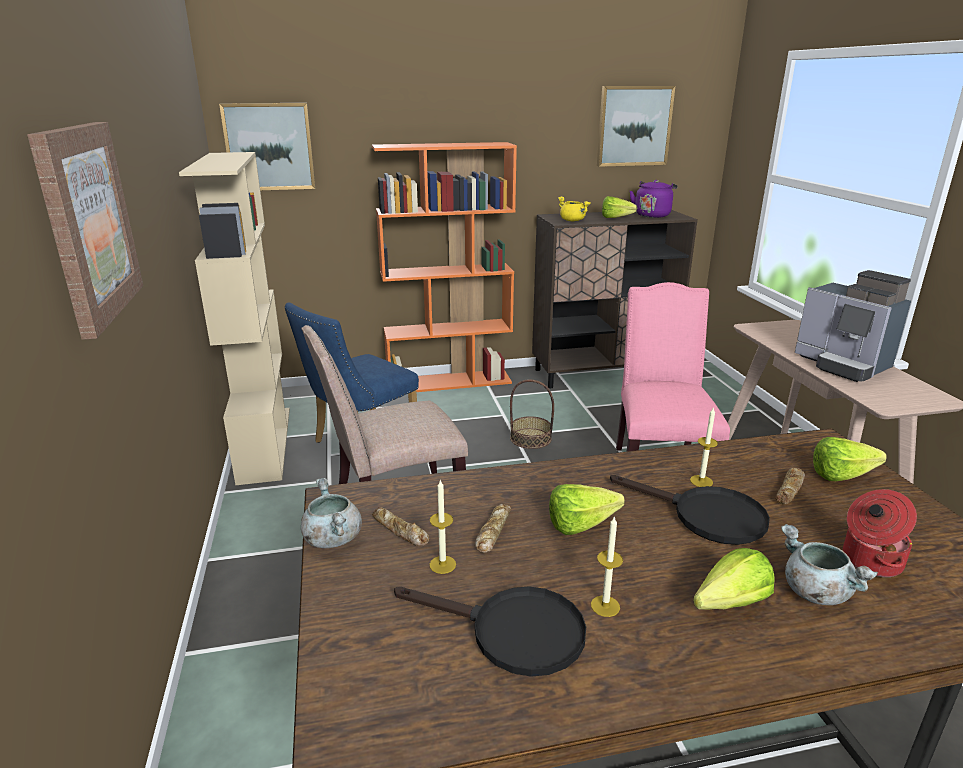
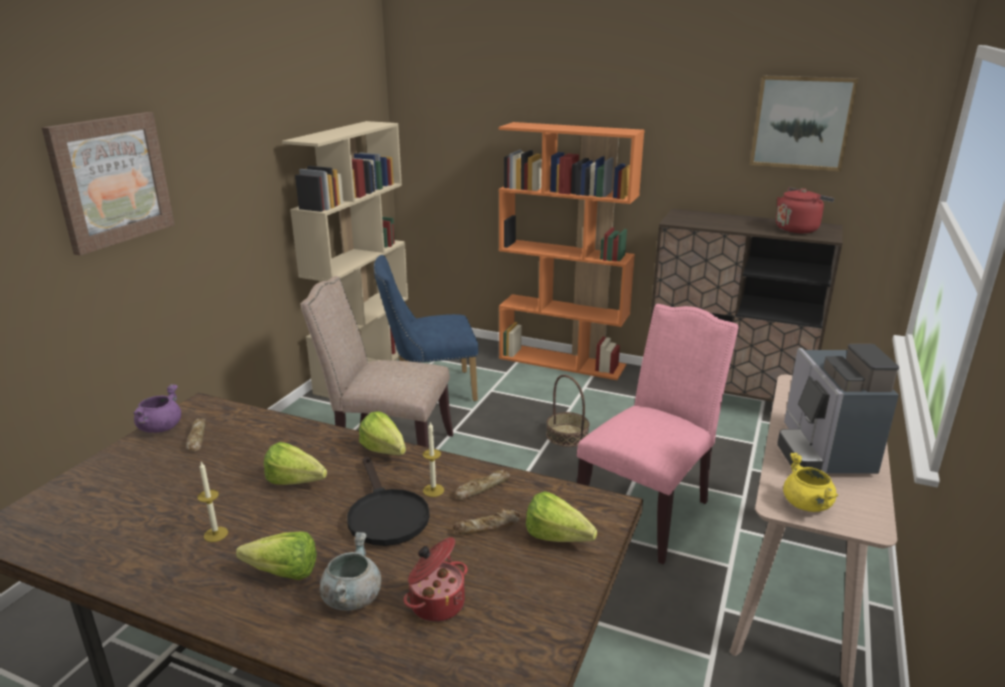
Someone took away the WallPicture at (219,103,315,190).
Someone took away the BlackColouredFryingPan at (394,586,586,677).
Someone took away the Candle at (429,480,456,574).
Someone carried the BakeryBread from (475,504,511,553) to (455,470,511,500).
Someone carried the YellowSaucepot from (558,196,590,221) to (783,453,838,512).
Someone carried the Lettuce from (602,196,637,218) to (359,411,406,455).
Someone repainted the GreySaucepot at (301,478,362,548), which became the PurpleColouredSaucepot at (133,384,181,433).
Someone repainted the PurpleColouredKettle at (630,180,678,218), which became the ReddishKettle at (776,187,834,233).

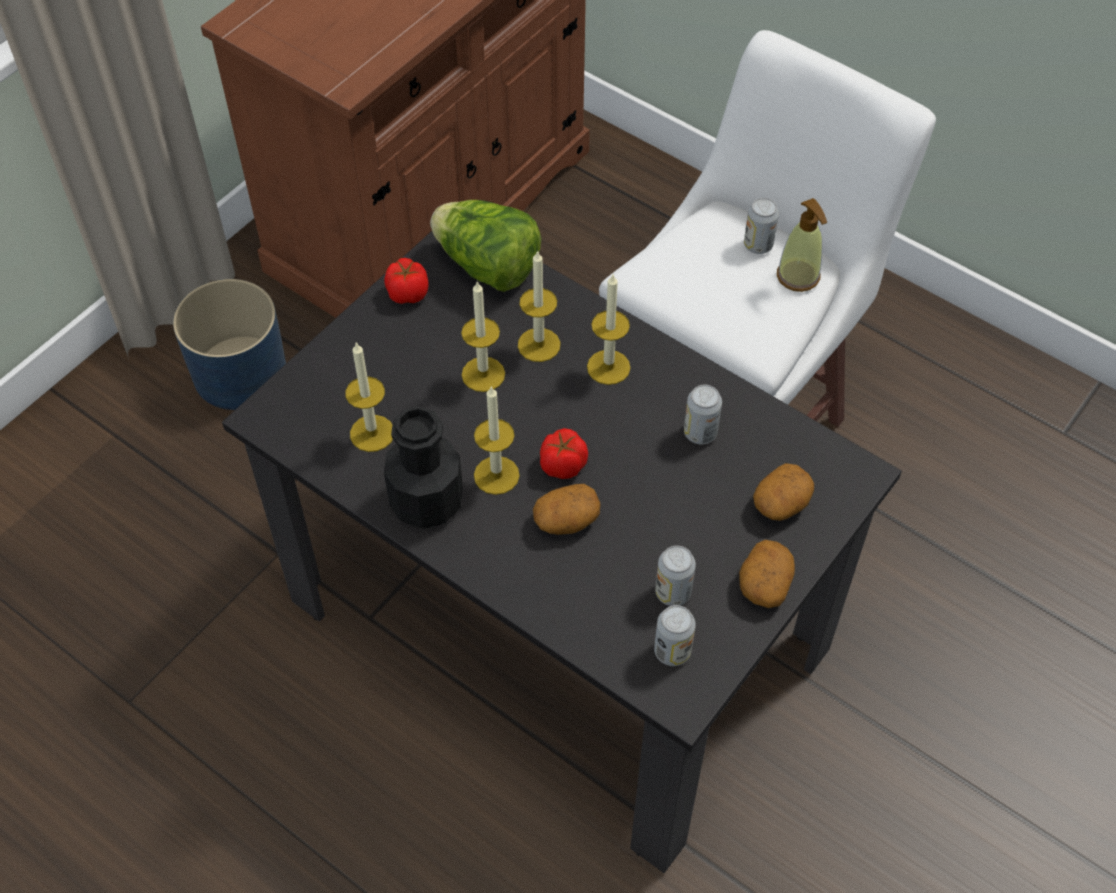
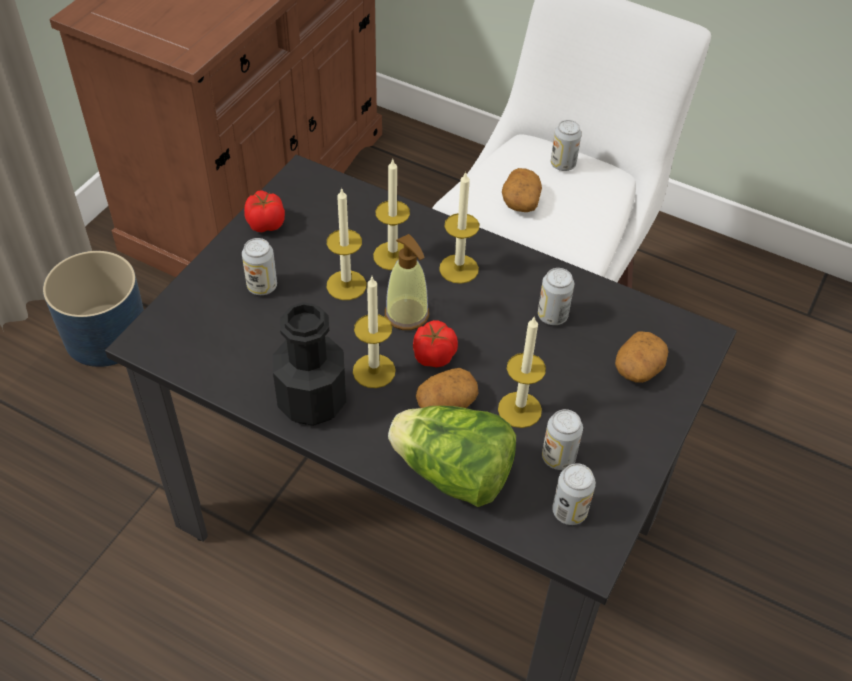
Someone put down the SealedCan at (242,238,277,295).
Someone carried the Candle from (345,342,393,452) to (498,317,546,428).
Someone carried the Lettuce from (430,200,541,292) to (388,406,516,507).
Someone carried the Potato from (739,540,795,608) to (502,168,542,212).
Someone carried the SoapDispenser from (777,198,827,292) to (385,234,429,330).

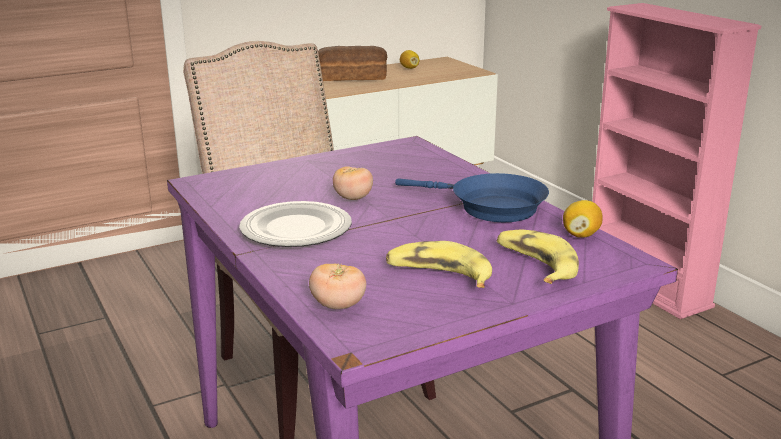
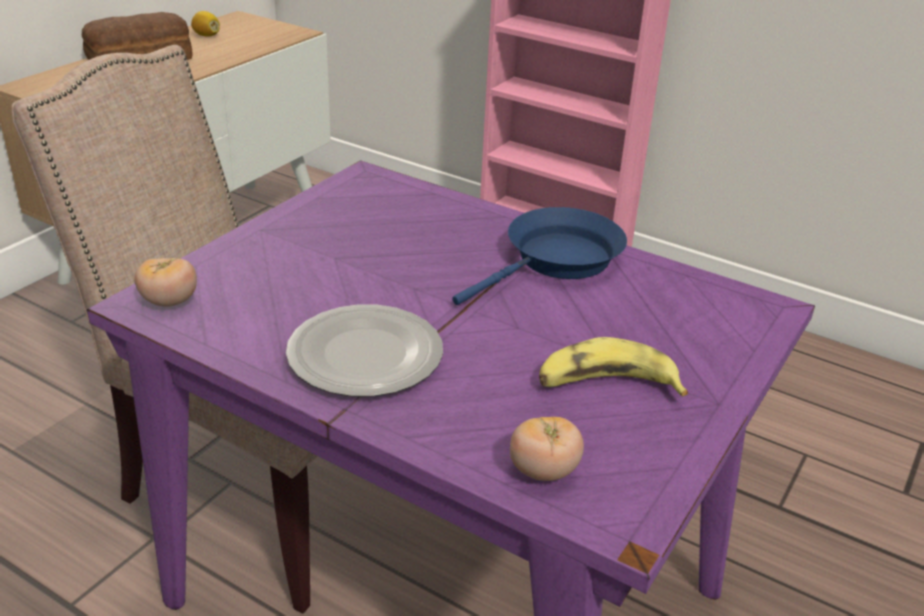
Someone took away the BananaFruit at (497,230,579,284).
Someone took away the Lemon at (563,200,603,238).
Someone carried the Tomato from (333,166,373,200) to (134,258,197,307).
Someone rotated the BlueColouredFryingPan at (395,173,549,222) by 45 degrees counterclockwise.

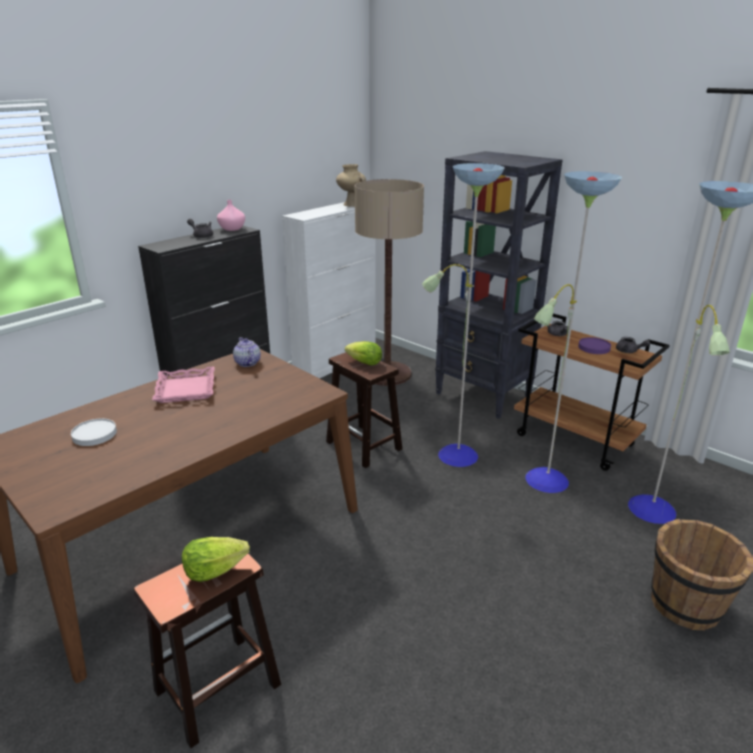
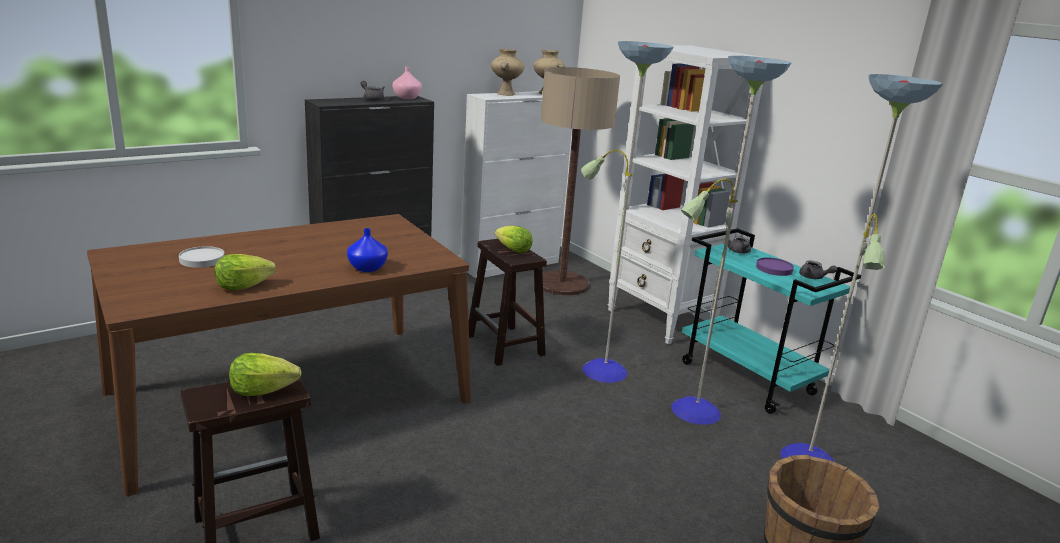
Someone took away the PinkServingTray at (152,367,215,403).
Someone took away the PotForTea at (233,337,261,367).
Someone put down the Lettuce at (215,254,276,290).
Someone put down the BlueColouredDecorativeVase at (347,228,388,272).
Someone put down the SandColouredDecorativeVase at (491,49,524,96).
Someone repainted the BlackColouredBookcase at (435,151,563,419), which became the WhiteBookcase at (608,45,767,344).
Someone repainted the BrownTrolley at (514,313,670,471), which became the TurquoiseColouredTrolley at (682,228,861,414).

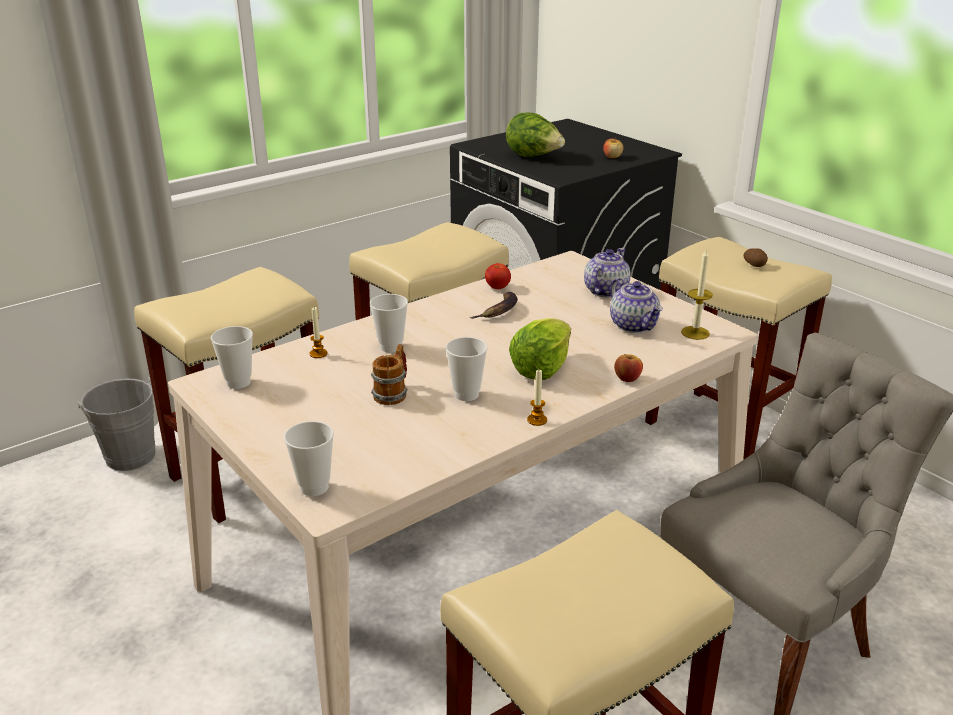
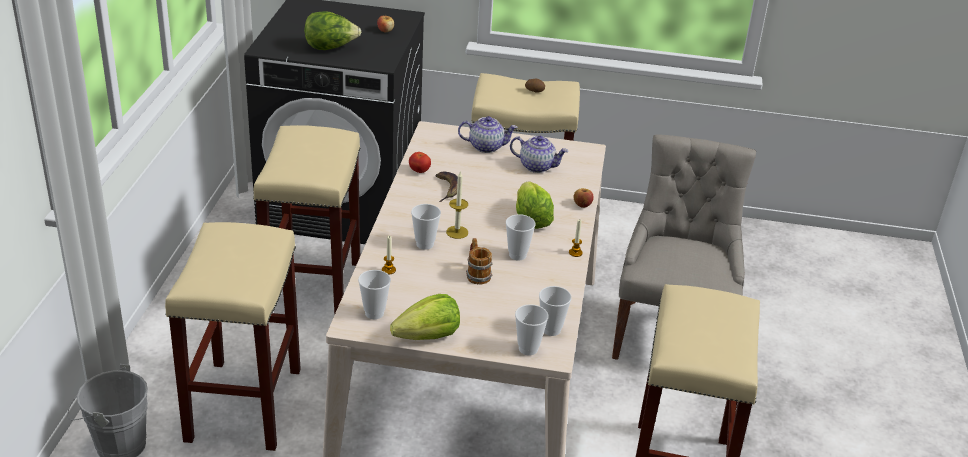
Someone put down the Lettuce at (390,294,460,340).
Someone put down the SmallCup at (539,286,572,336).
Someone carried the Candle from (681,248,713,340) to (446,171,468,239).
Someone rotated the PotForTea at (584,248,631,298) by 105 degrees clockwise.

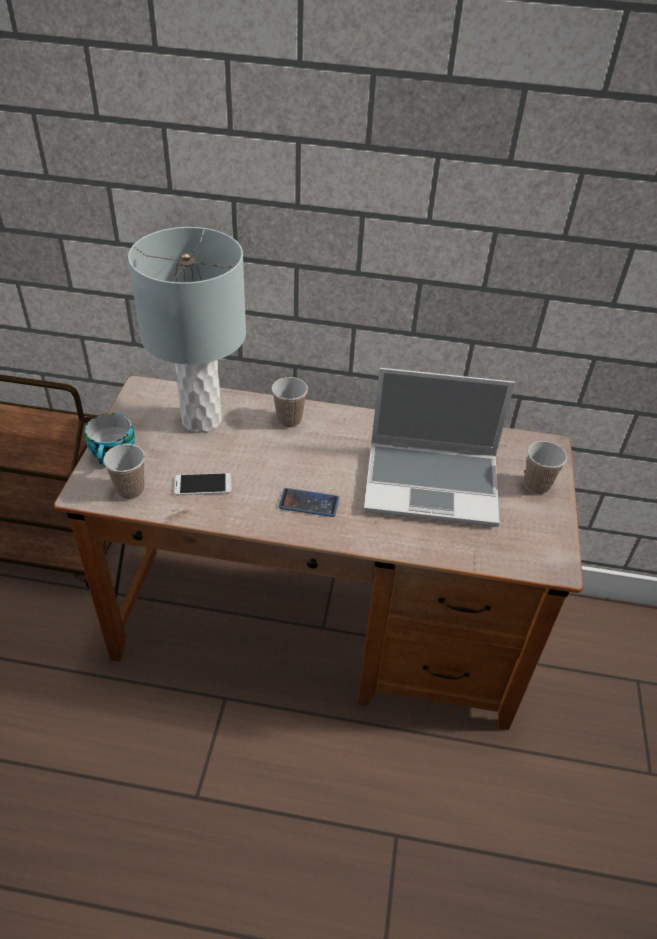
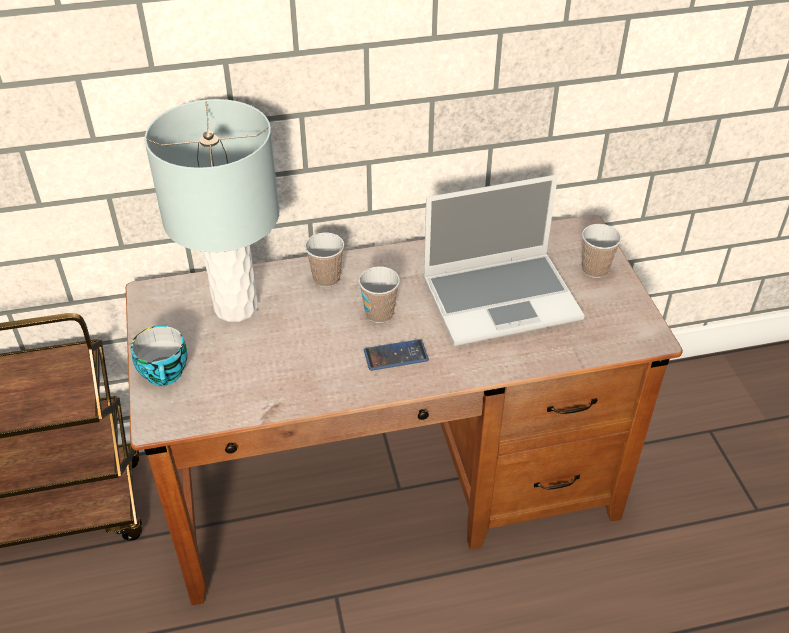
Someone took away the Handset at (174,473,231,496).
Someone carried the SmallCup from (103,444,145,499) to (359,266,400,323).

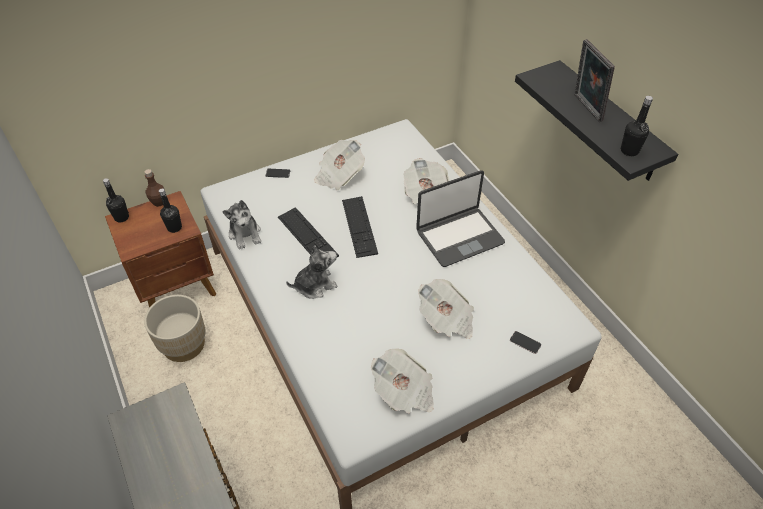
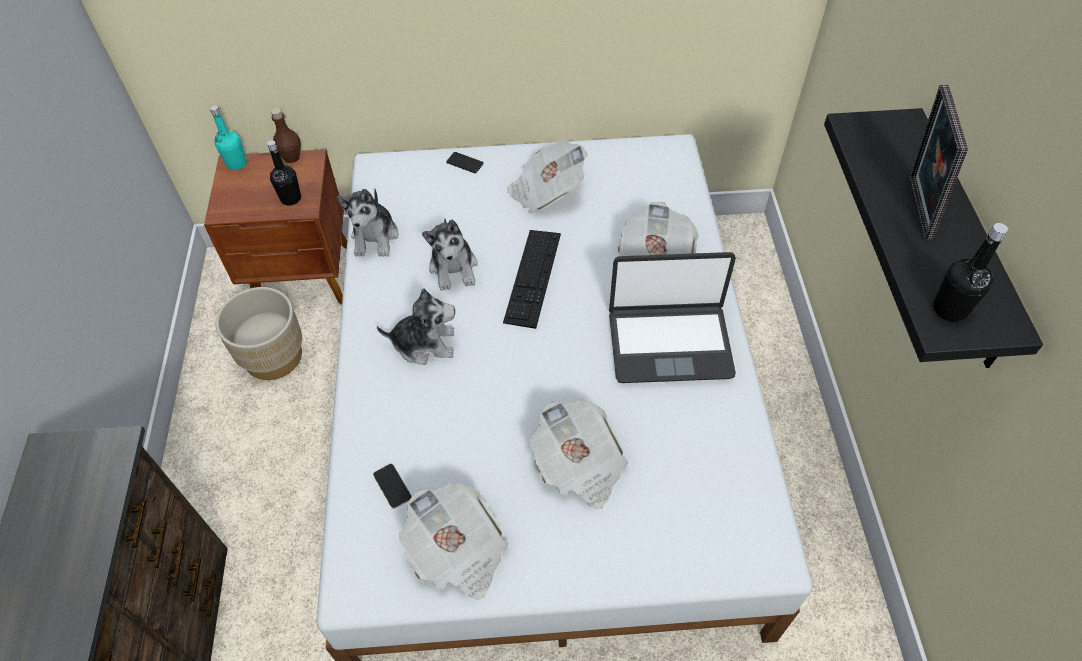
Someone carried the Handset from (510,331,541,354) to (373,464,412,509).
Someone swapped the ComputerKeyboard at (278,207,339,257) for the CuddlyToy at (422,219,478,291).
Someone repainted the BlackColouredBeverageBottle at (103,178,129,222), which became the TurquoiseColouredBeverageBottle at (210,105,247,170).

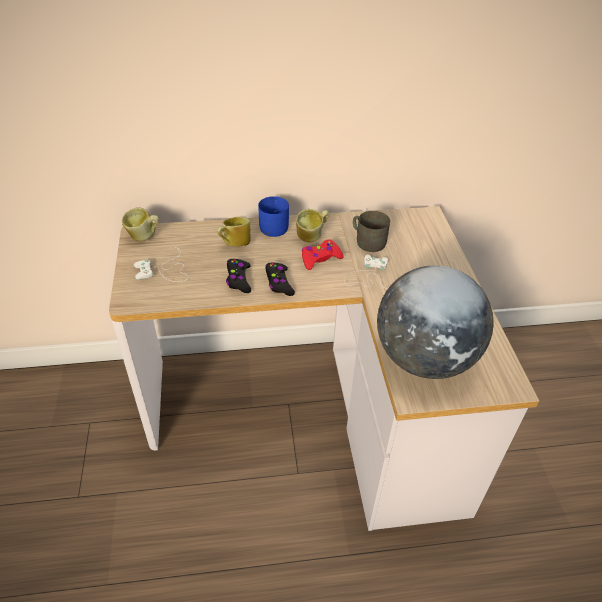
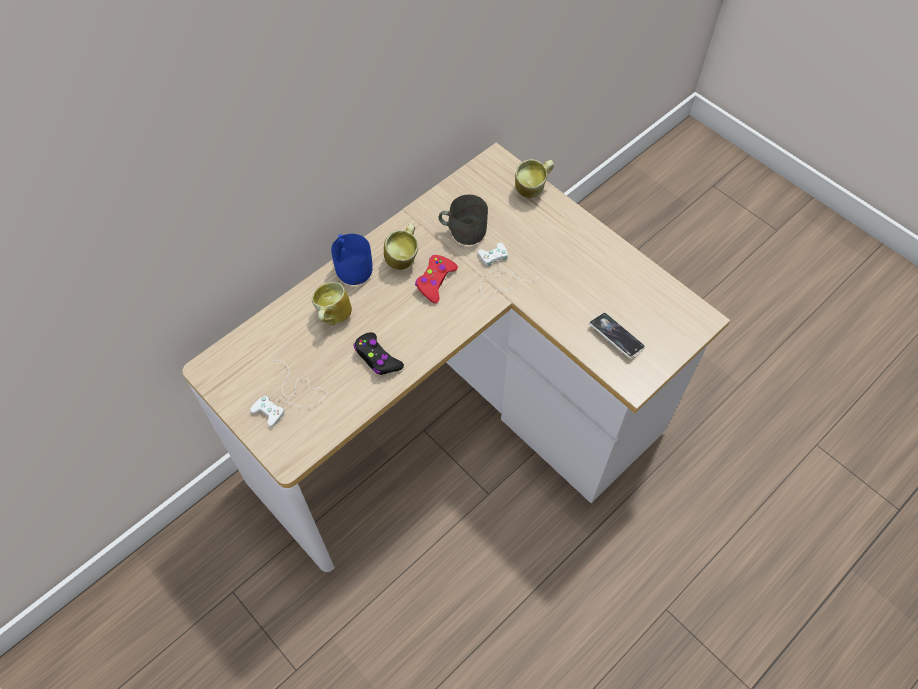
Someone took away the BlackColouredGameController at (265,263,295,296).
Someone carried the CoffeeMug from (122,207,159,241) to (515,159,554,198).
Someone swapped the Globe at (377,265,494,379) for the Handset at (589,313,645,358).

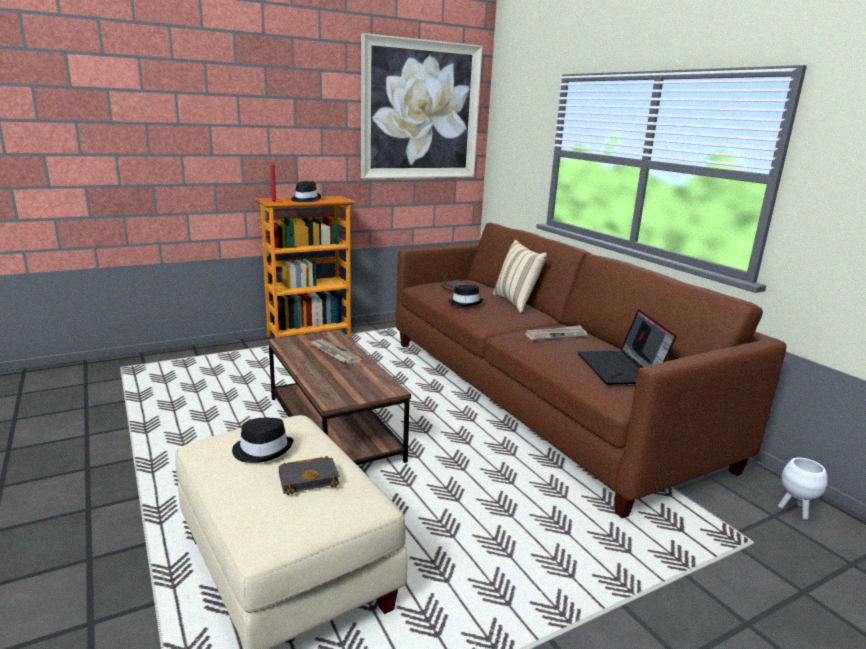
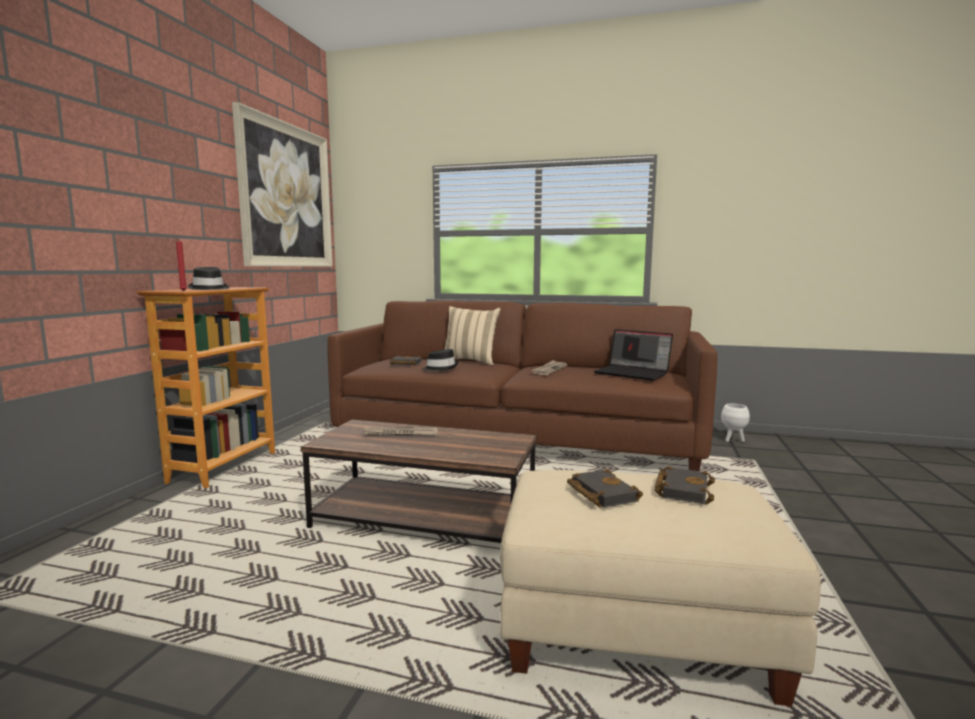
Someone swapped the BlackColouredHat at (232,418,294,463) for the BlackColouredBook at (567,469,643,508).

